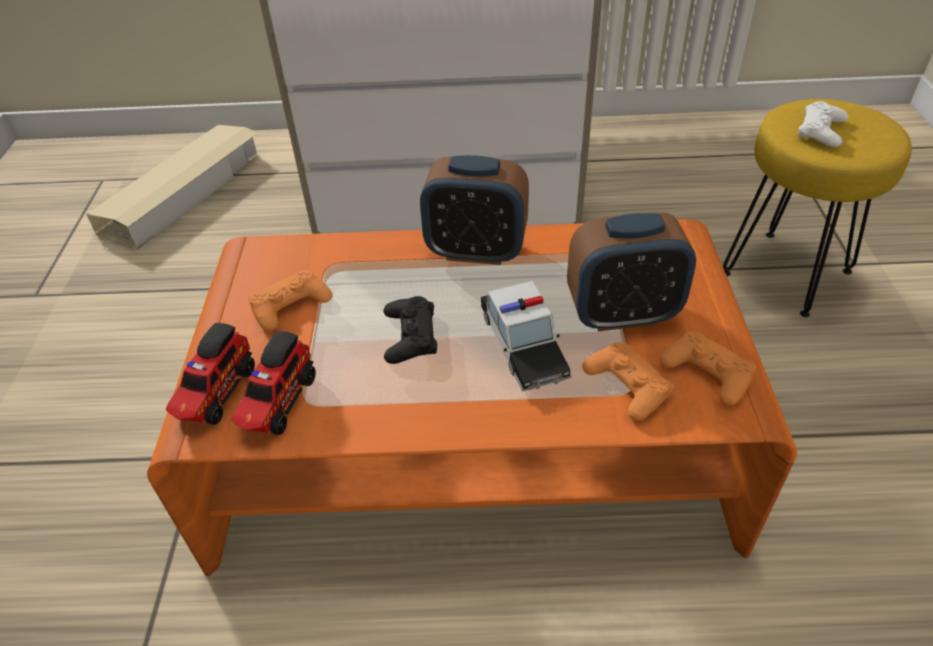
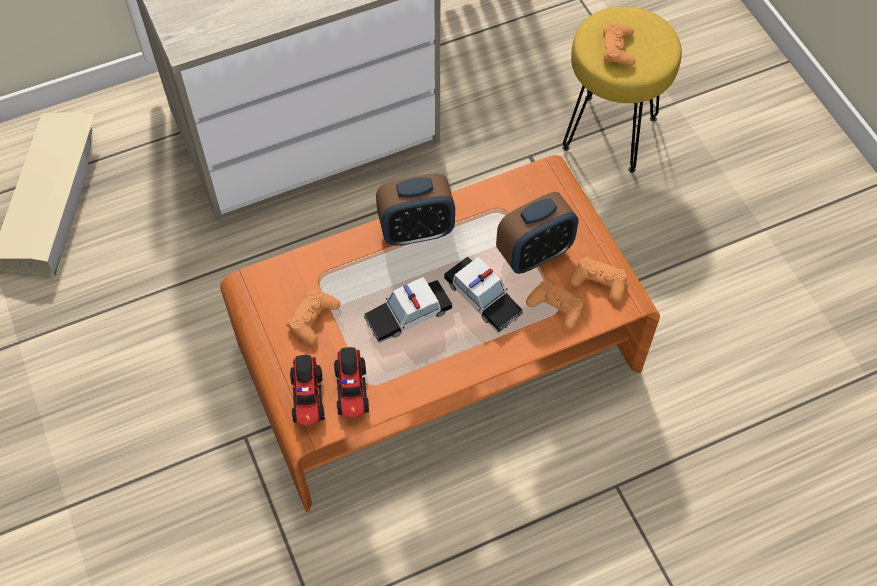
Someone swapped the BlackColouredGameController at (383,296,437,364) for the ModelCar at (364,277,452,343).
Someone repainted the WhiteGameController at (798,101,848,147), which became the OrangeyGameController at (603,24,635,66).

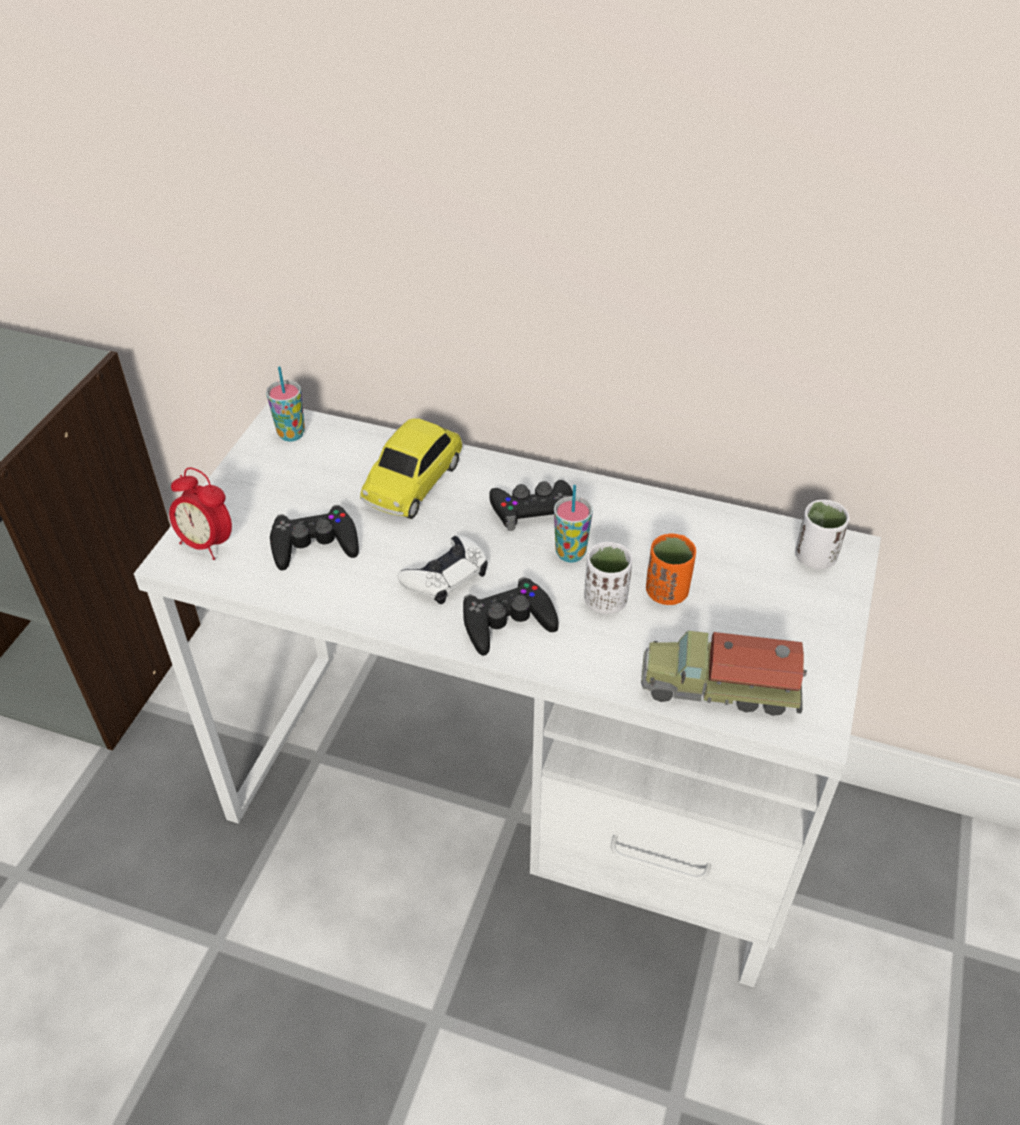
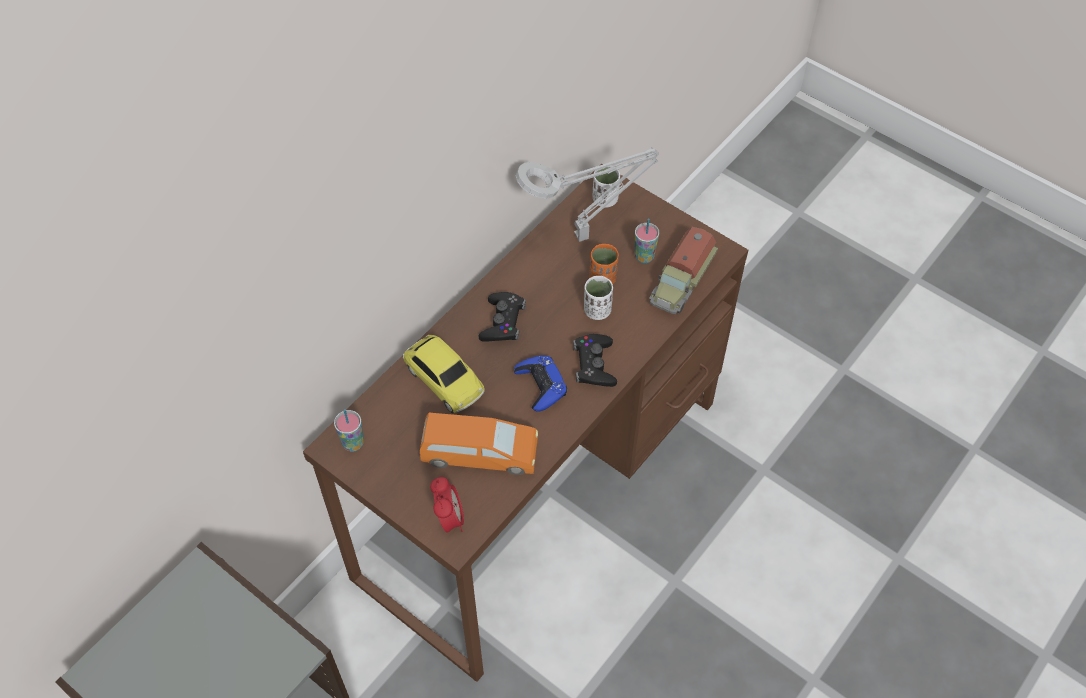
Someone put down the GreyTableLamp at (516,147,659,242).
Someone carried the SmallCup from (554,485,593,562) to (635,218,659,263).
Someone swapped the BlackColouredGameController at (270,505,359,571) for the OrangeyModelCar at (420,413,538,475).
Someone repainted the WhiteDeskUnit at (134,402,881,987), which became the BrownDeskUnit at (303,164,748,682).
Someone repainted the WhiteGameController at (397,535,488,604), which became the BlueColouredGameController at (514,355,567,412).
Someone rotated the TableClock at (169,467,232,560) by 60 degrees counterclockwise.

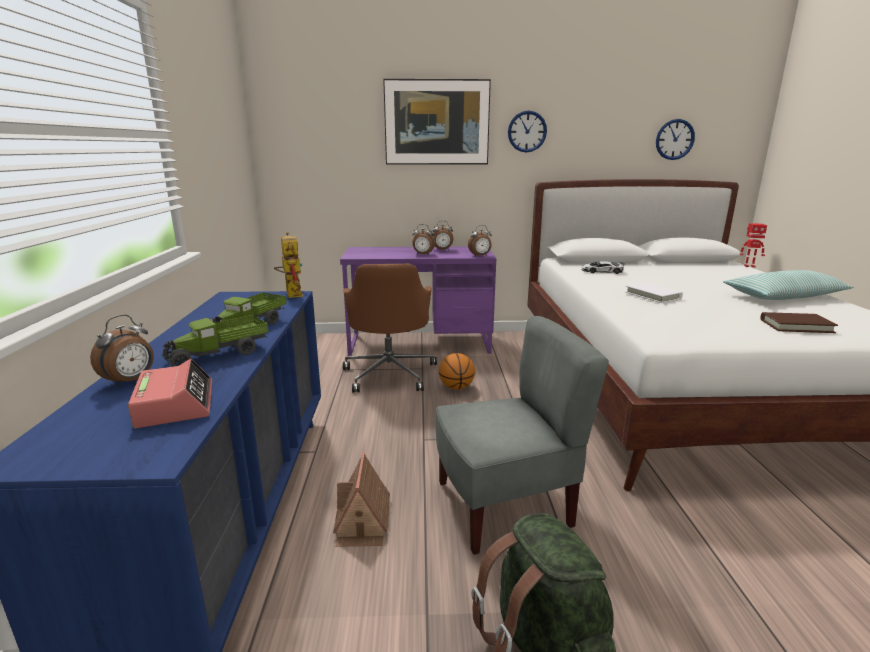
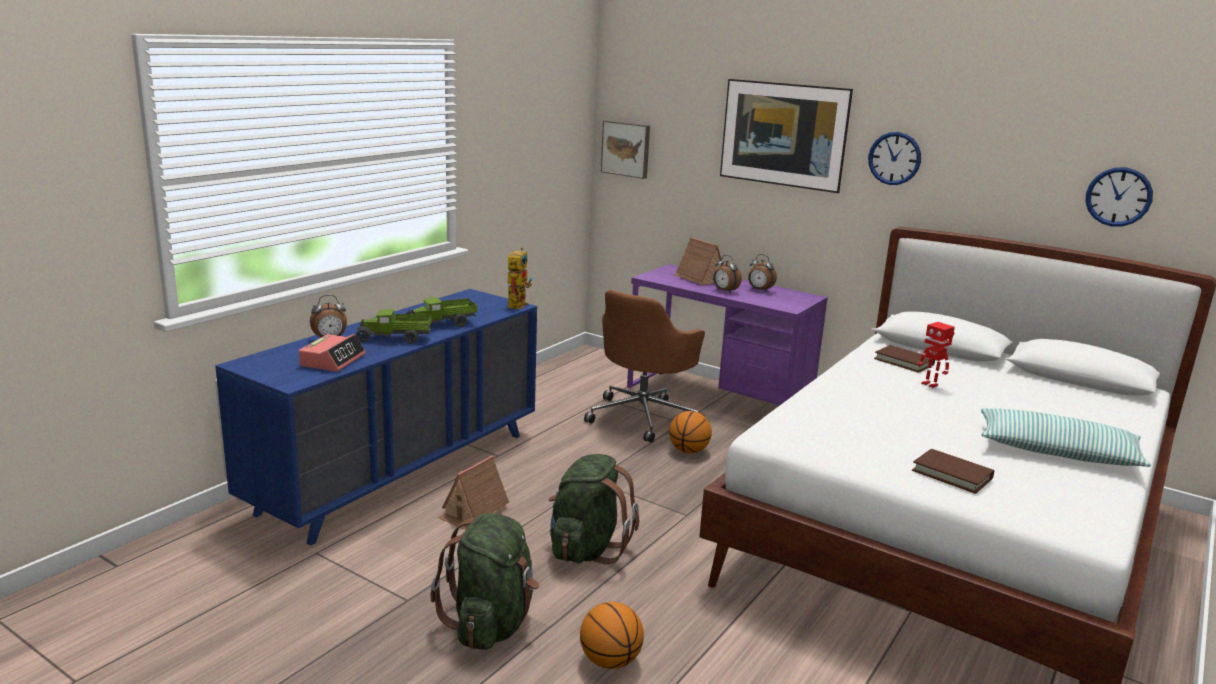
Someone took away the TableClock at (468,225,492,256).
Someone took away the WhiteBook at (625,282,683,303).
Someone put down the BasketballBall at (580,602,644,669).
Someone put up the WallPicture at (601,120,650,179).
Someone put down the MiniatureHouse at (672,237,723,285).
Someone carried the RobotFigure from (740,223,767,267) to (917,322,955,388).
Someone swapped the GreyChair at (436,316,609,555) for the GreenishBackpack at (548,454,639,564).
Someone swapped the ModelCar at (582,261,625,274) for the BrownBook at (874,345,935,372).

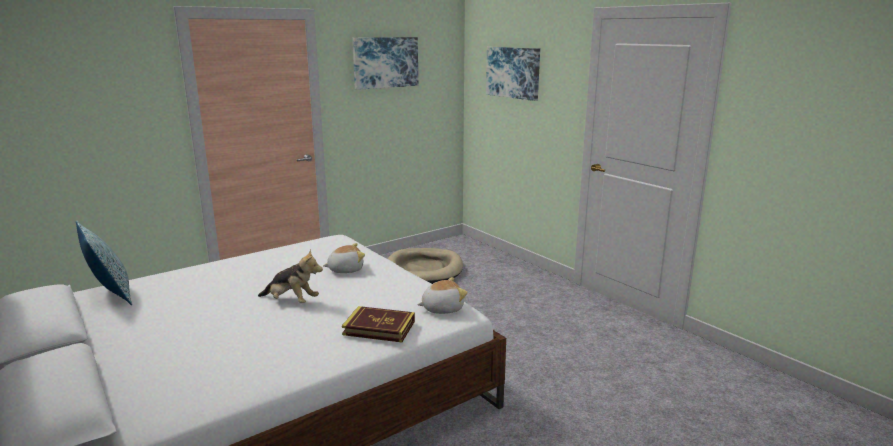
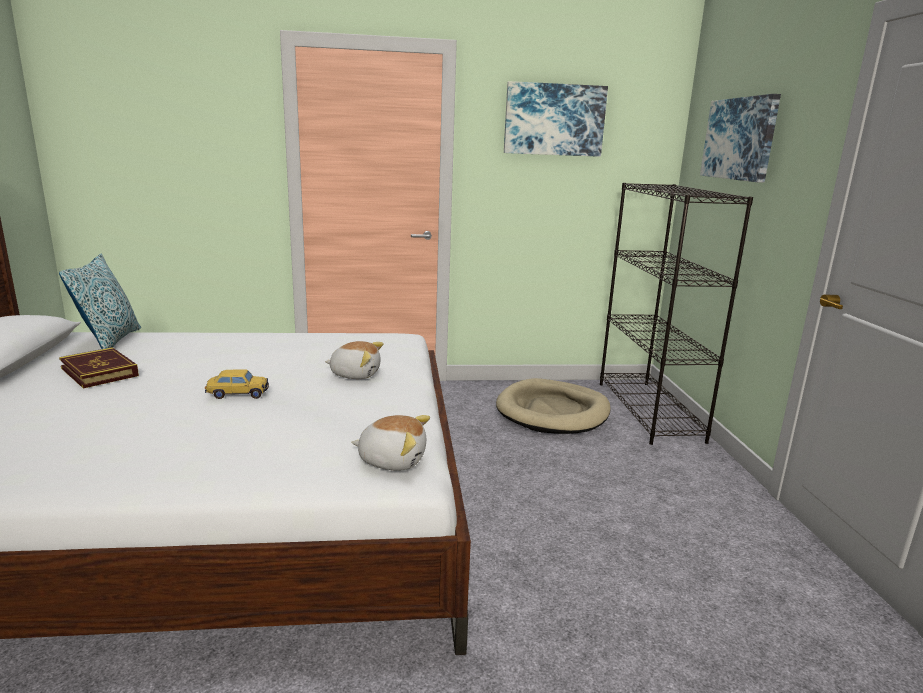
Someone put down the BlackColouredBookcase at (600,183,753,445).
Someone carried the Book from (342,306,415,343) to (59,347,139,388).
Someone swapped the CuddlyToy at (258,249,323,303) for the ModelCar at (205,370,269,399).

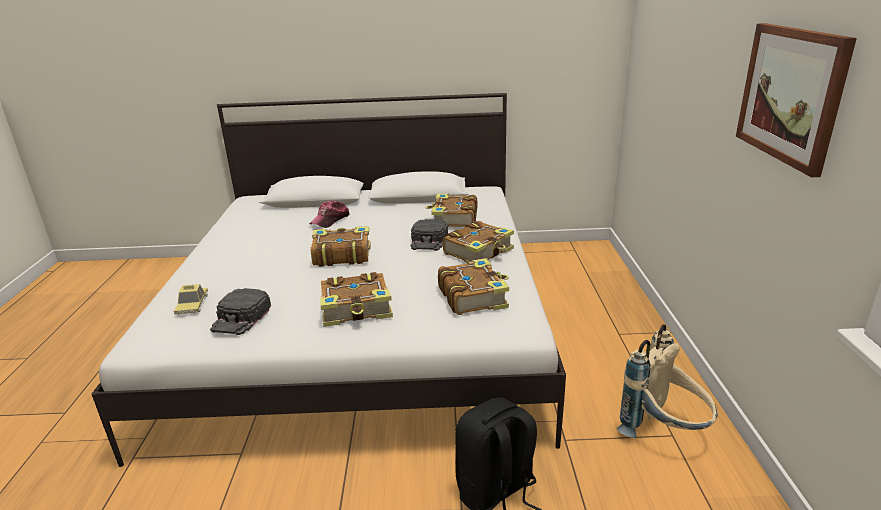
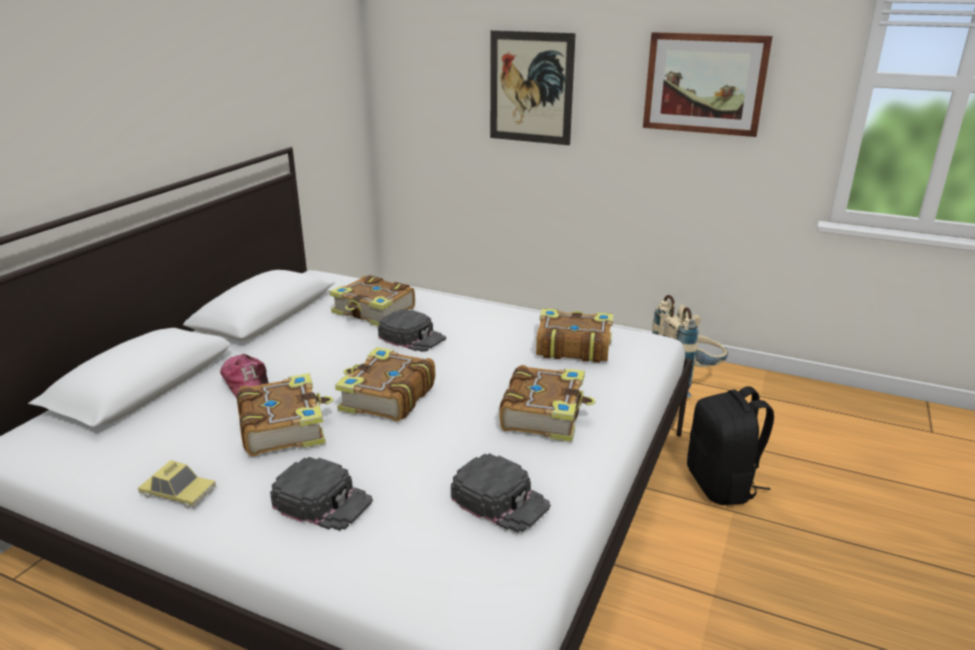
Someone put down the BlackColouredPeakedCap at (270,457,373,531).
Someone put up the WallPicture at (490,30,576,145).
Someone carried the ModelCar from (174,284,208,315) to (138,460,216,509).
Someone carried the Book from (443,221,514,264) to (237,373,333,456).

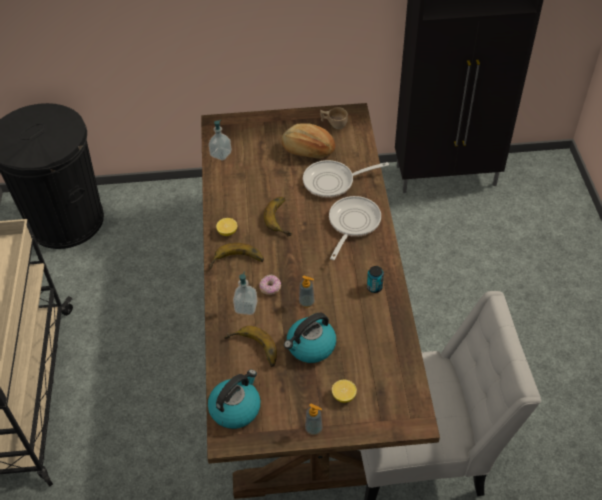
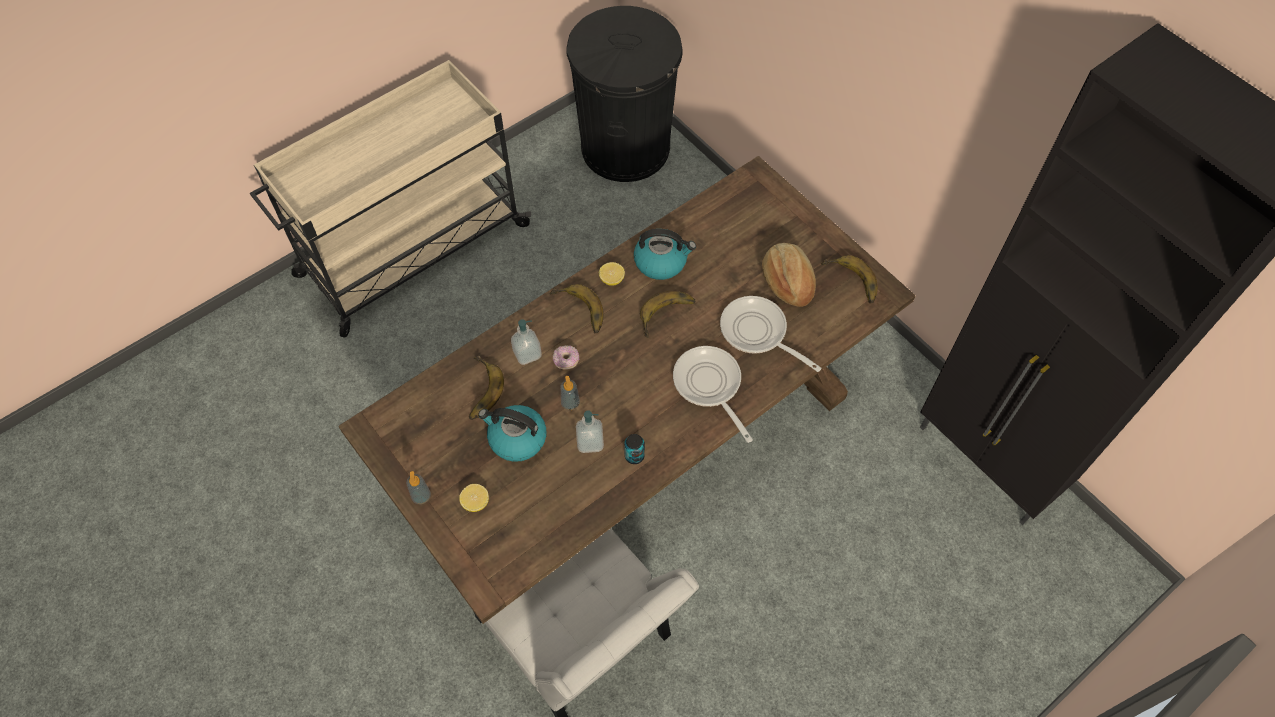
Someone carried the Kettle from (208,369,260,429) to (634,229,696,280).
Someone carried the SoapDispenser from (209,120,232,160) to (576,410,604,453).
Someone swapped the SandColouredSmallCup at (320,107,348,129) for the BananaFruit at (821,255,878,303).
Someone rotated the FryingPan at (329,196,381,260) by 105 degrees counterclockwise.

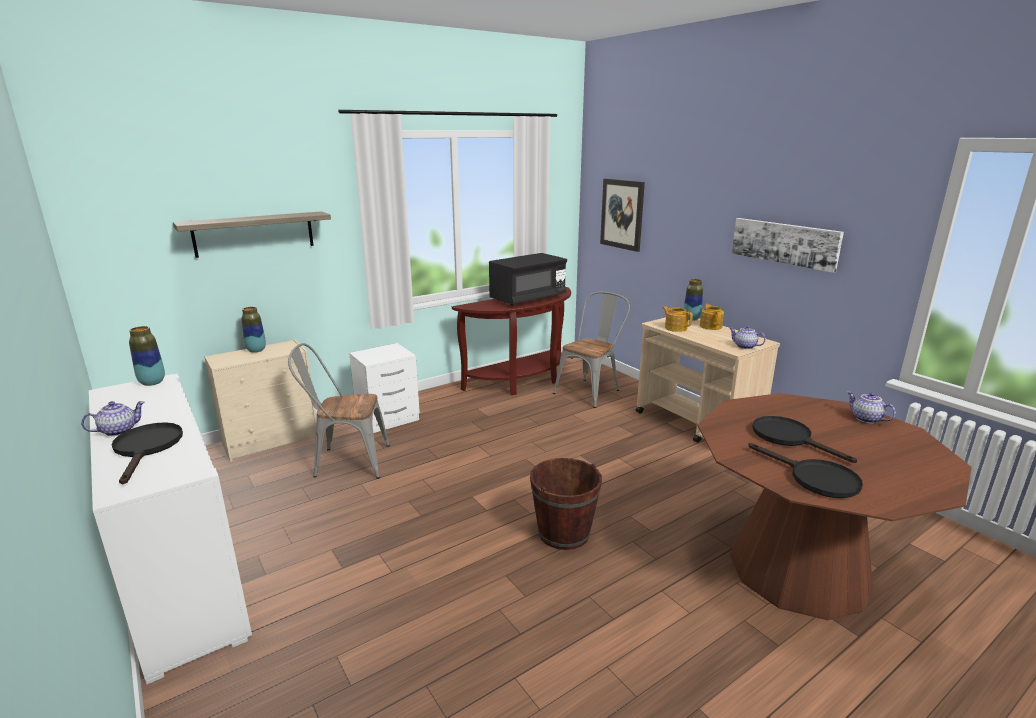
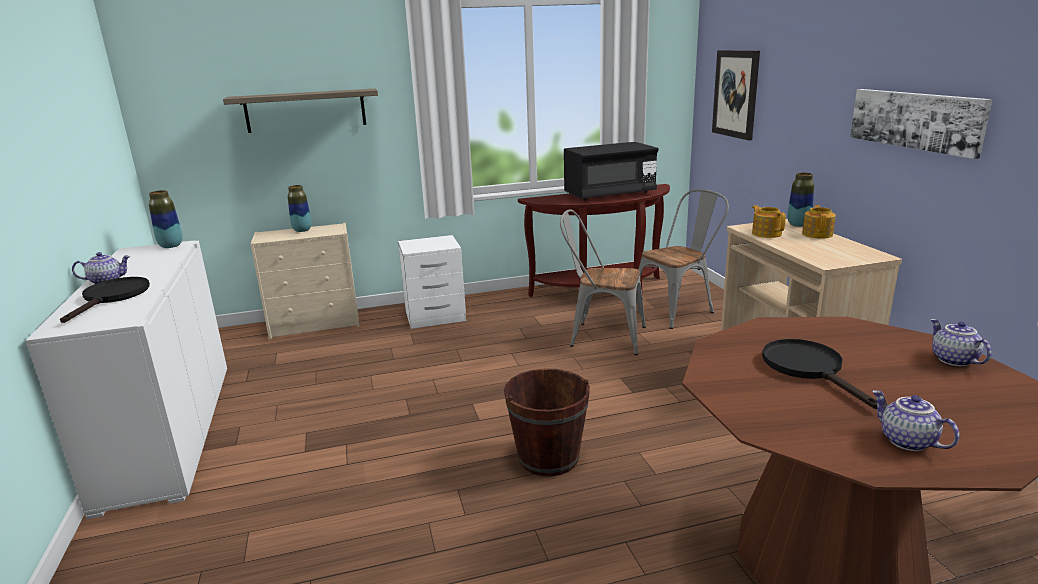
Someone took away the BlackColouredFryingPan at (748,443,863,498).
Someone carried the GreyChair from (288,343,390,479) to (560,209,646,355).
Someone carried the PotForTea from (730,326,766,349) to (872,390,960,451).

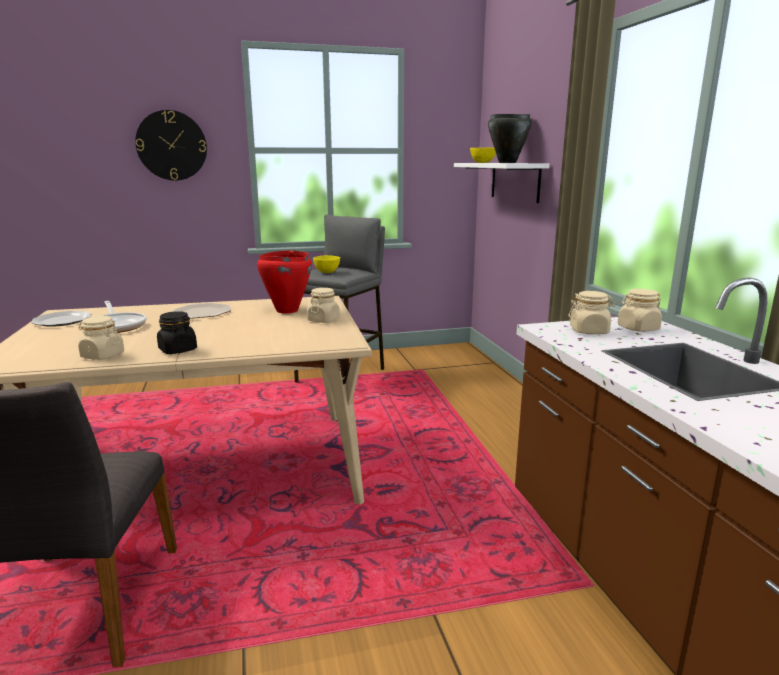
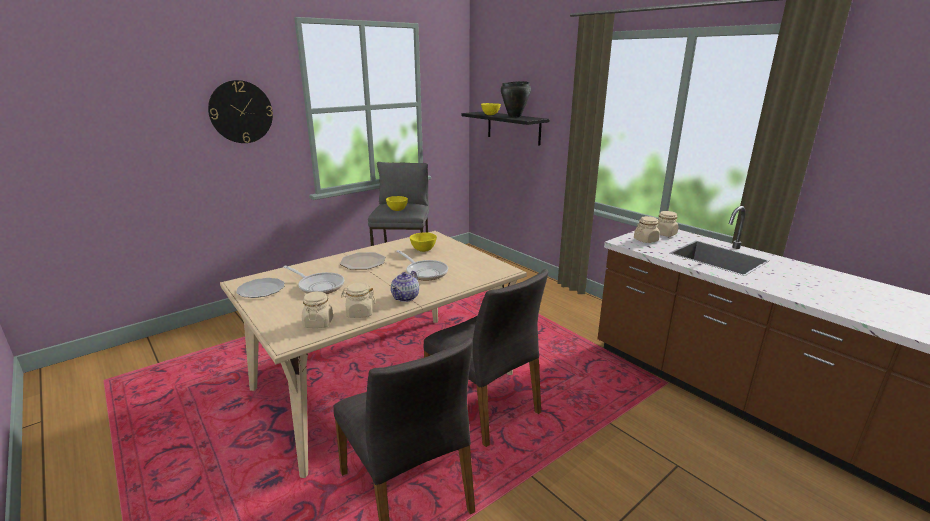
Someone put down the FryingPan at (396,250,448,281).
Someone put down the GreyChair at (424,269,548,447).
Someone carried the SandColouredJar from (307,288,340,323) to (302,291,333,328).
Someone swapped the BlackColouredJar at (157,311,197,354) for the PotForTea at (391,271,419,302).
Someone swapped the ReddishSaucepot at (257,250,312,314) for the YellowBowl at (410,232,437,252).
Someone repainted the WhiteShelf at (454,163,549,203), which became the BlackColouredShelf at (462,111,549,145).

